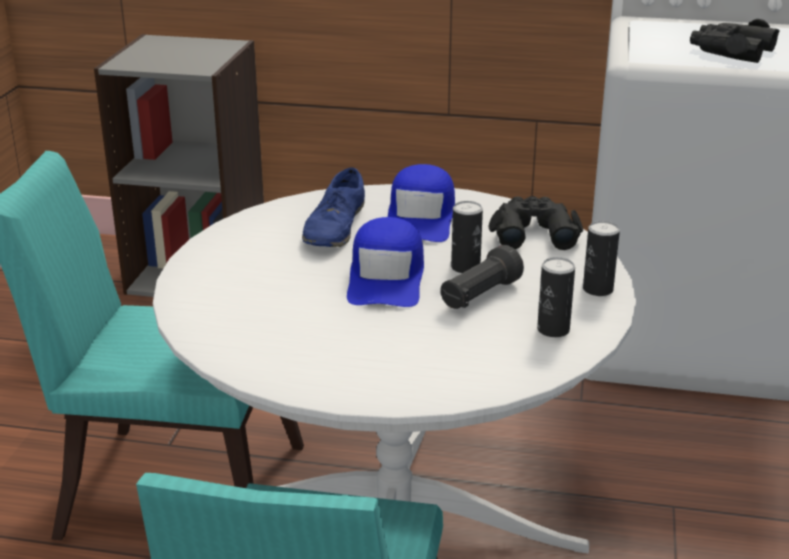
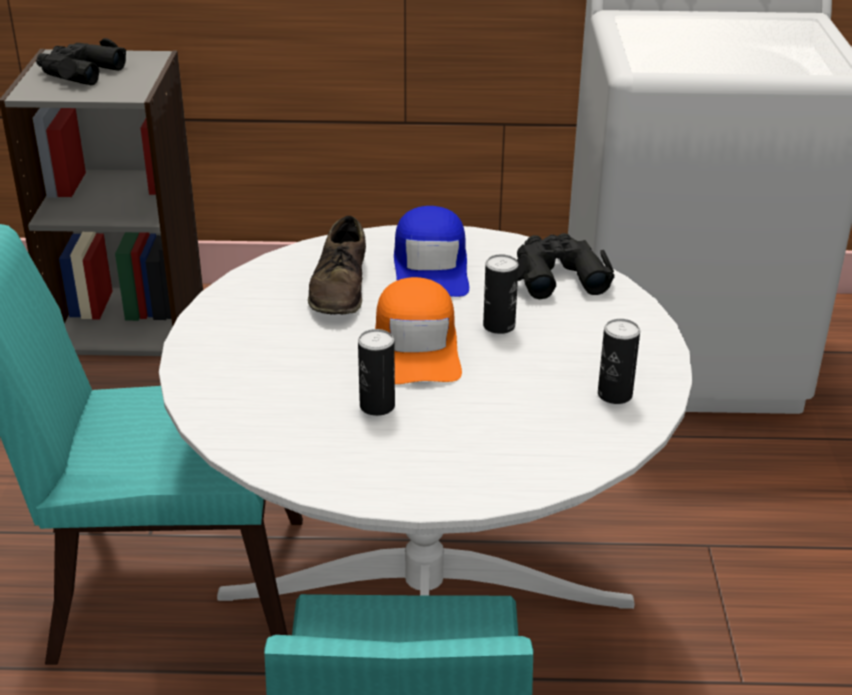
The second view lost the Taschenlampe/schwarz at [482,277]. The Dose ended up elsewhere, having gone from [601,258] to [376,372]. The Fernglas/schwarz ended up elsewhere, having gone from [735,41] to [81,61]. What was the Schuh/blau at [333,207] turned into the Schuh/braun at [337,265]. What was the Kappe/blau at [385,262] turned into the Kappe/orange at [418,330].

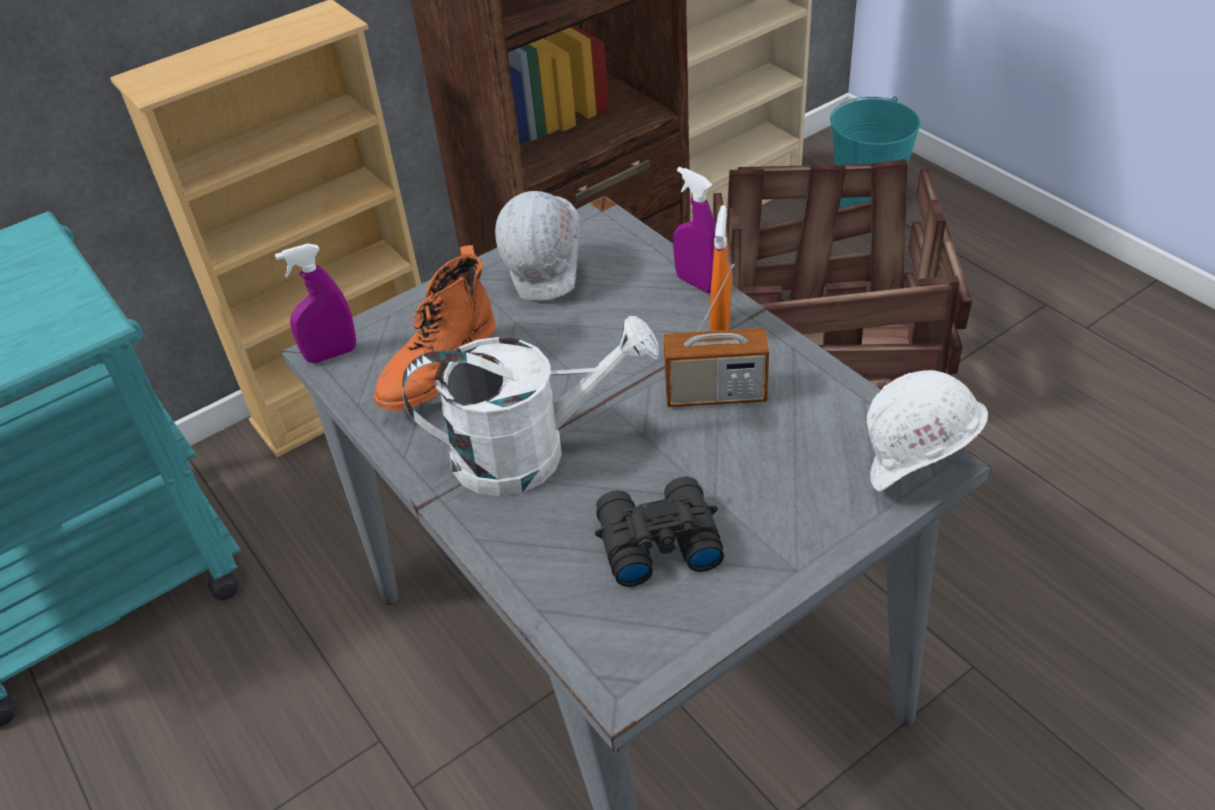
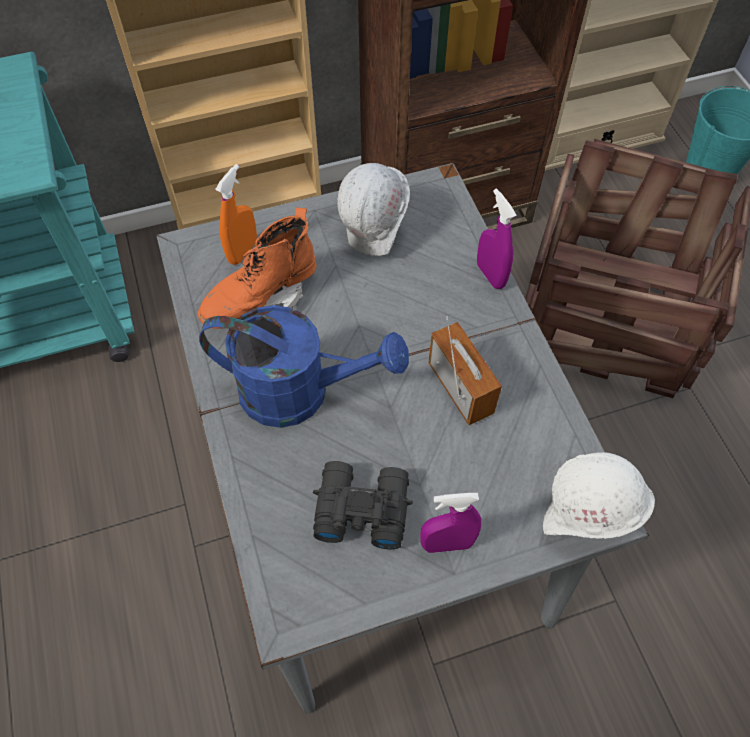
The Sprühflasche/lila ended up elsewhere, having gone from [315,303] to [450,523]. The Sprühflasche/orange ended up elsewhere, having gone from [720,268] to [236,214]. What was the Gießkanne/weiß at [531,406] turned into the Gießkanne/blau at [304,366]. The Radio at [716,335] ended up facing another way, 135 degrees counterclockwise from before.

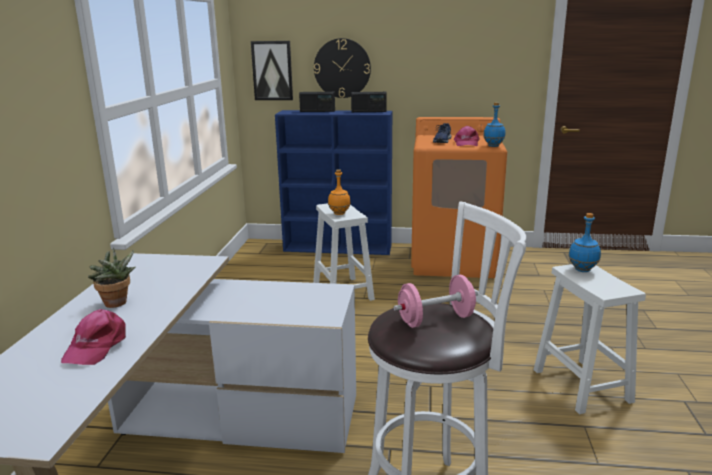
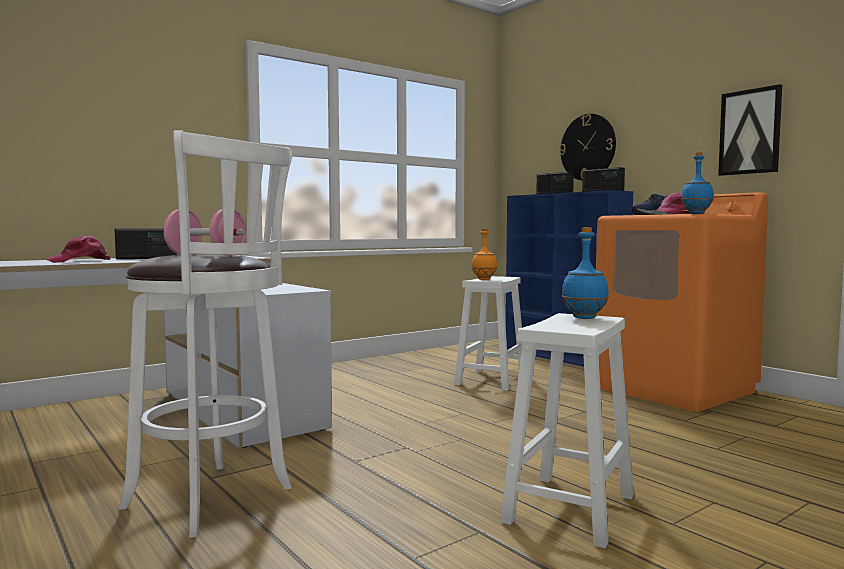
The Bild ended up elsewhere, having gone from [272,70] to [750,130]. Where the Topfpflanze stood at [112,277], the Radio came to stand at [146,244].

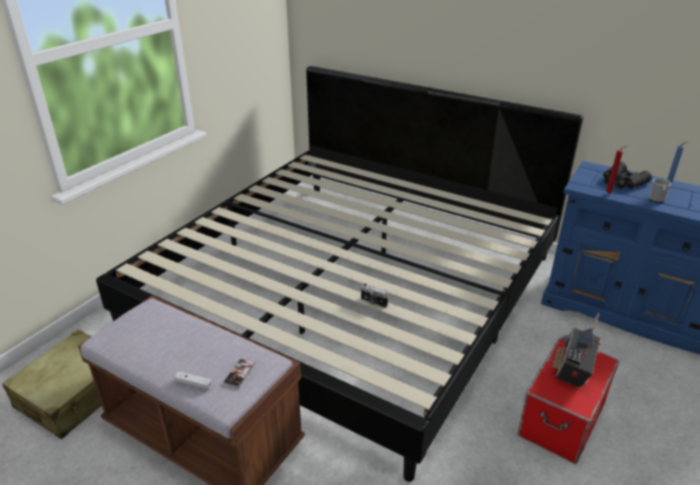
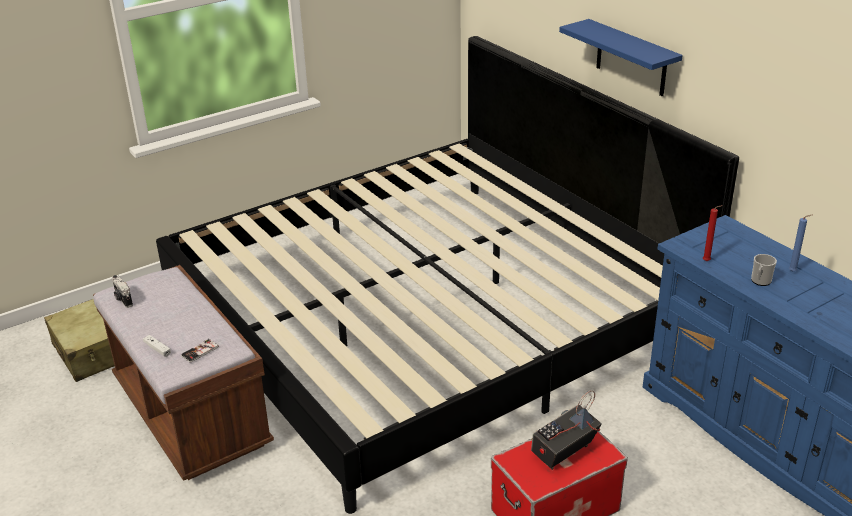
The second view lost the Fernglas/schwarz at [627,175]. The second view gained the Wandregal/blau at [621,57]. The Kamera ended up elsewhere, having gone from [375,295] to [122,291].

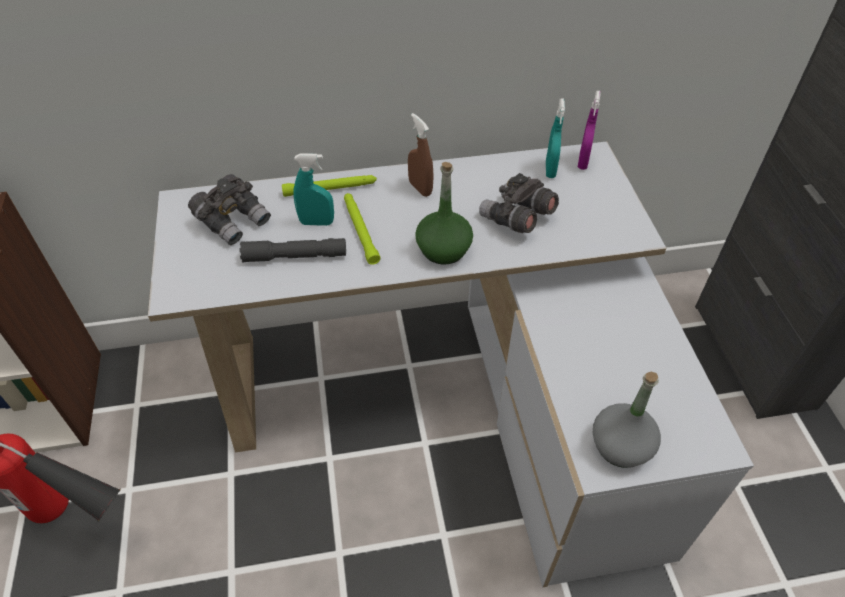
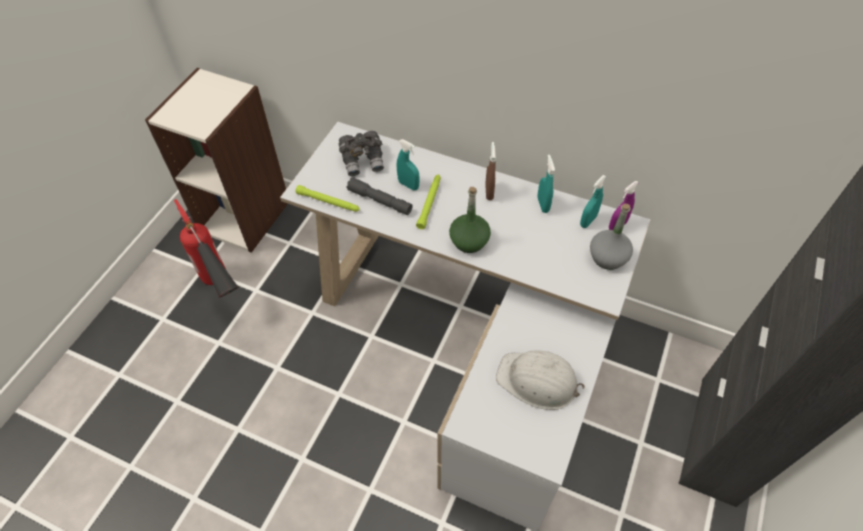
The second view lost the Fernglas/grau at [519,203]. The second view gained the Schutzhelm/weiß at [540,380]. The second view gained the Sprühflasche/türkis at [546,183]. The Taschenlampe/grün ended up elsewhere, having gone from [329,186] to [327,198]. The Flasche/grau ended up elsewhere, having gone from [627,420] to [611,237].

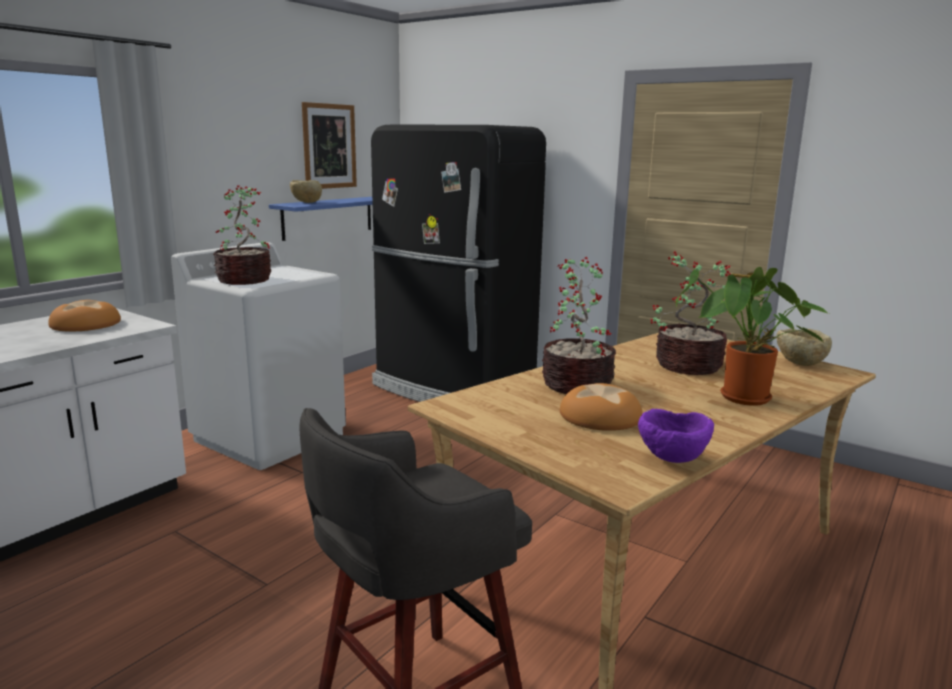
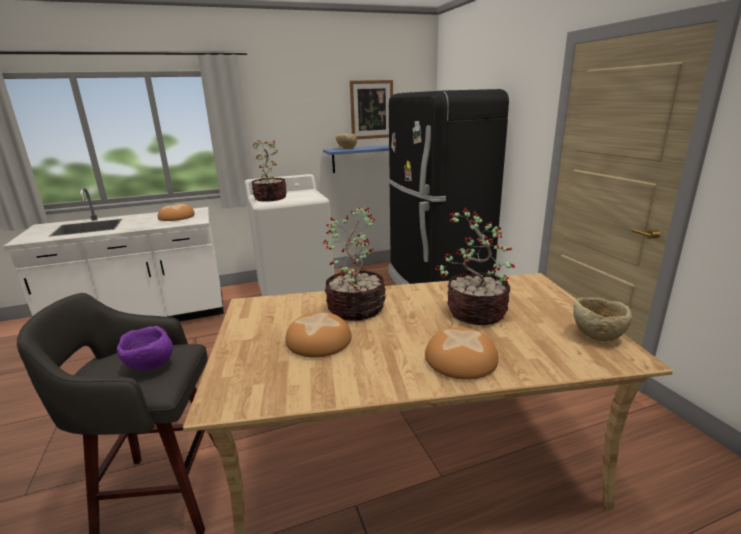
The Schüssel/lila ended up elsewhere, having gone from [676,436] to [145,348]. Where the Topfpflanze stood at [752,336], the Brot came to stand at [461,353].

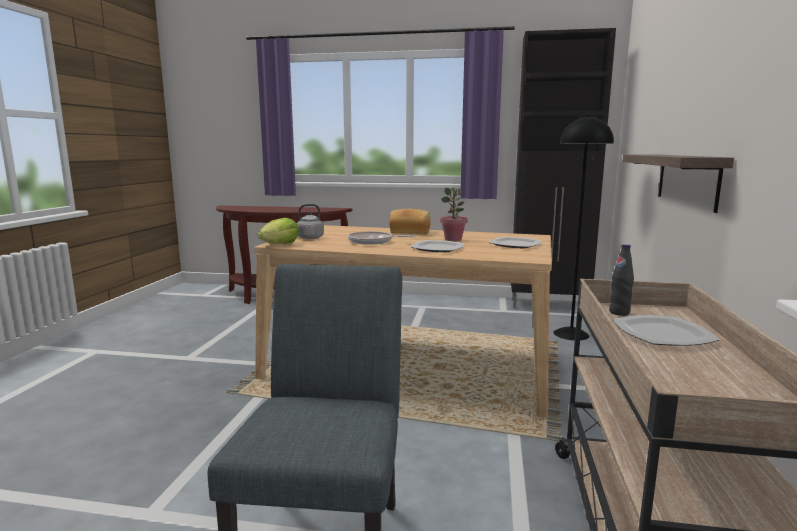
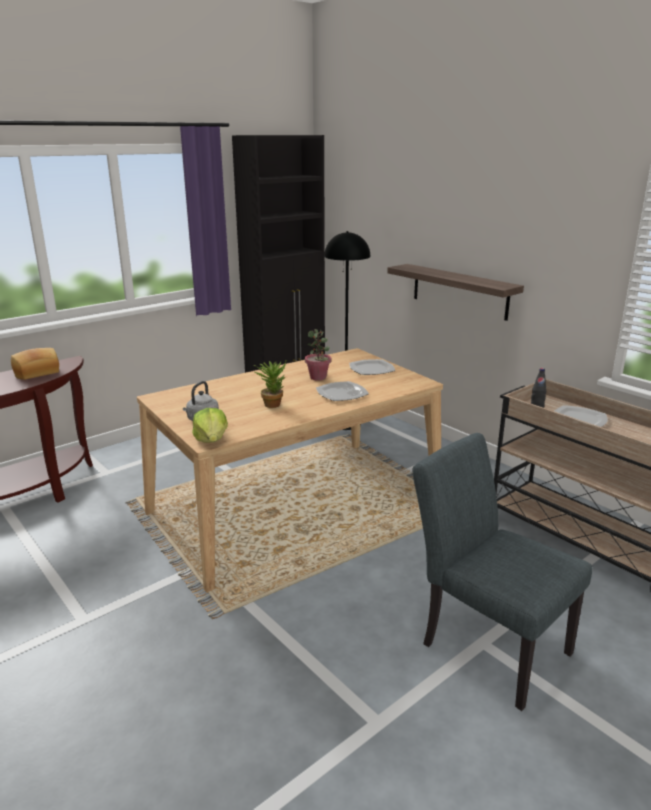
The Brot ended up elsewhere, having gone from [410,221] to [35,364]. Where the Pfanne stood at [382,238], the Topfpflanze came to stand at [270,384].

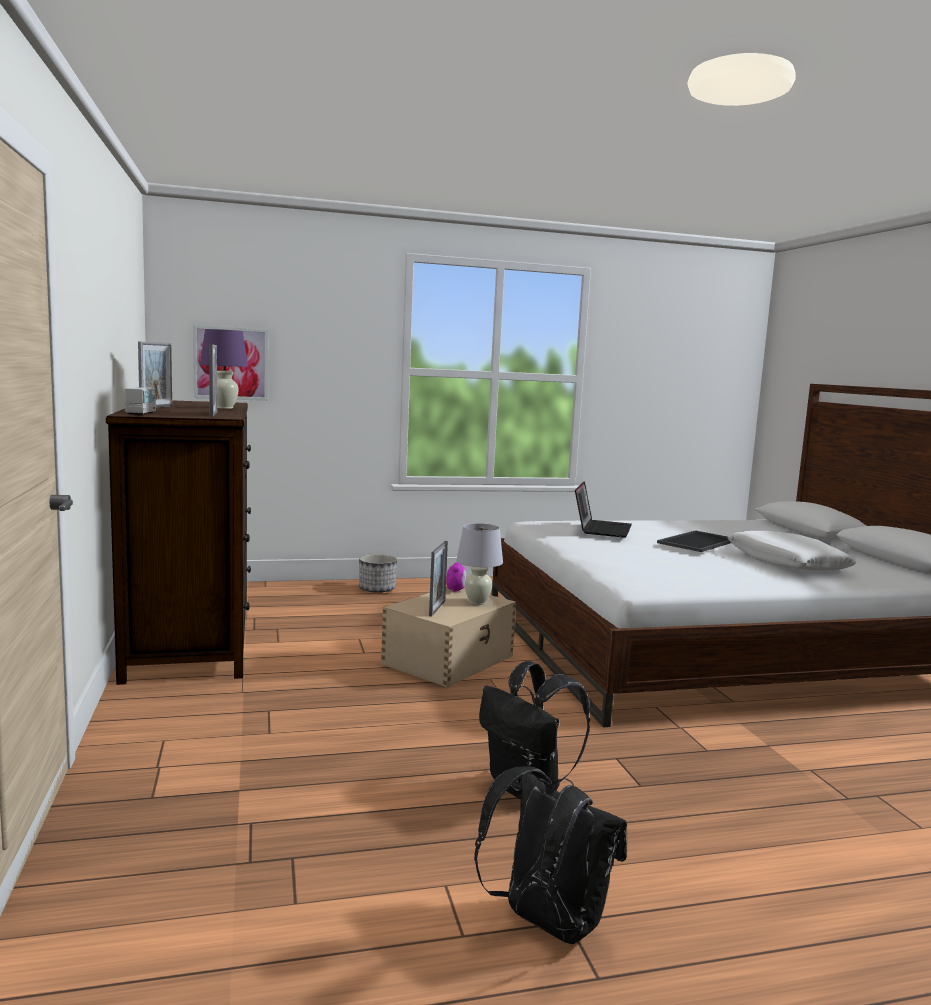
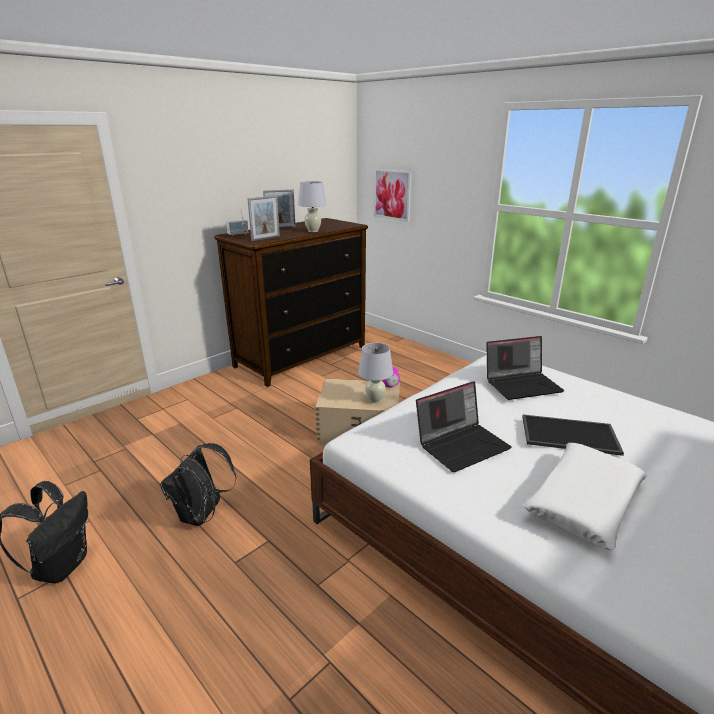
The second view lost the Pflanzkübel at [378,573]. The second view lost the Bilderrahmen at [438,578]. The second view gained the Laptop at [464,426]. What was the Tischlampe/lila at [224,369] turned into the Tischlampe/weiß at [312,206].

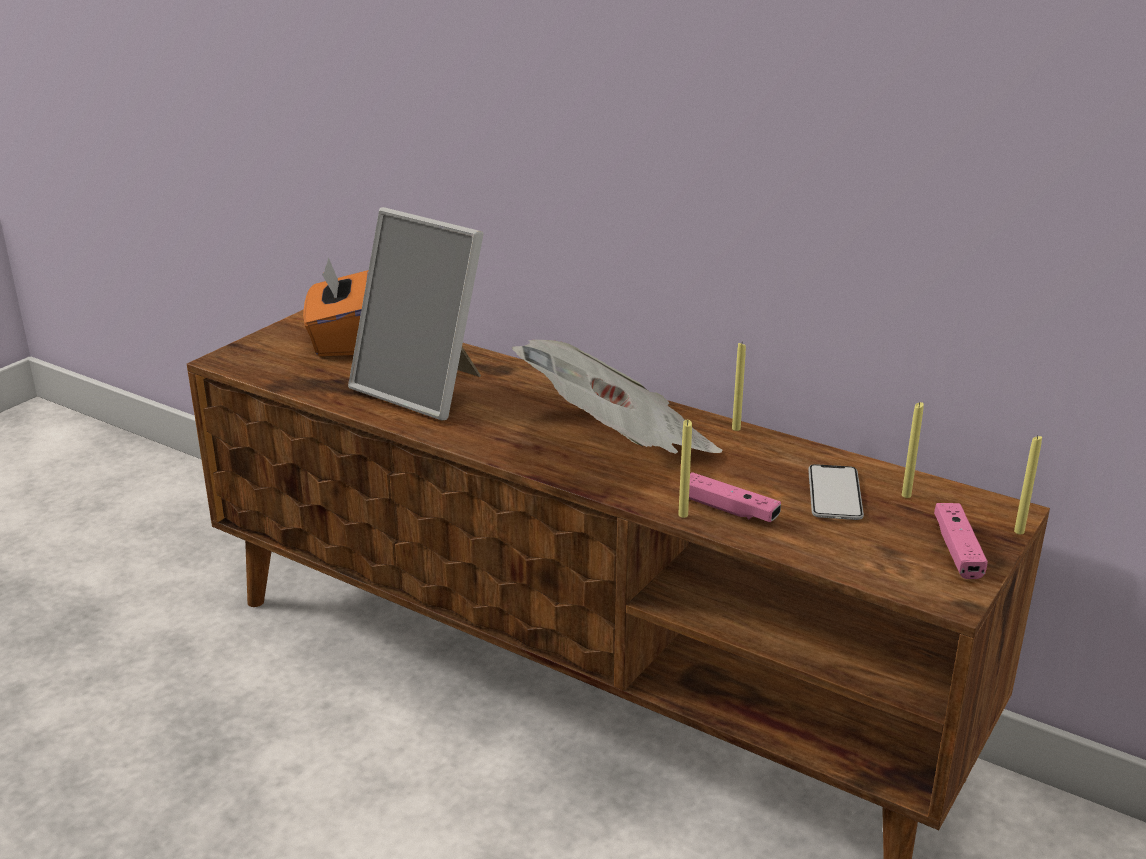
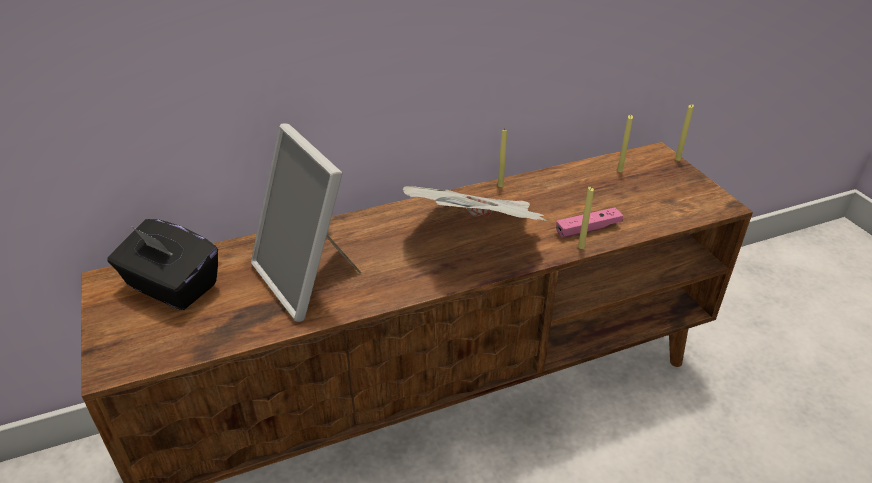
The second view lost the Handy at [836,492]. The second view lost the Gamepad/rosa at [961,541]. What was the Taschentuchbox/orange at [335,307] turned into the Taschentuchbox/schwarz at [163,264]. The Bilderrahmen at [416,314] ended up facing another way, 75 degrees clockwise from before.

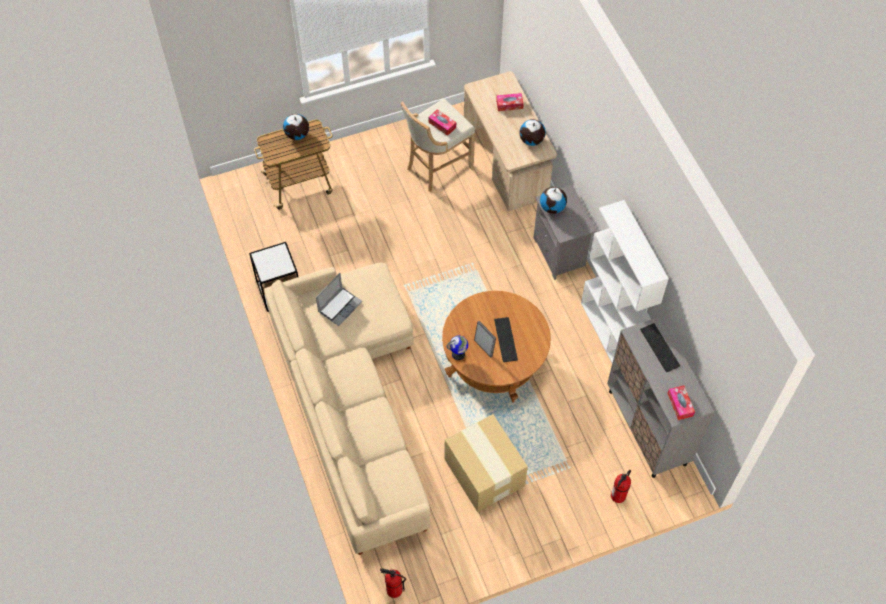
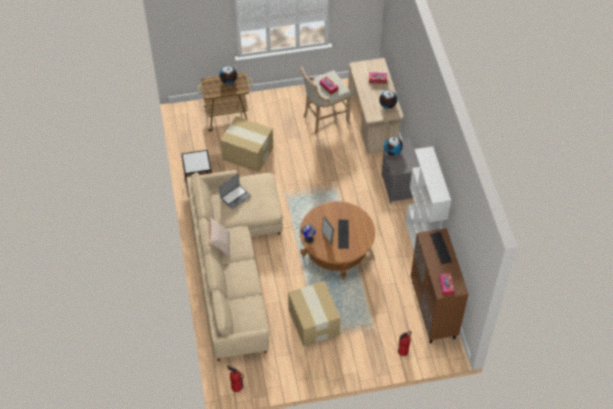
The second view gained the Kissen/beige at [219,237]. The second view gained the Karton at [246,144]. What was the Schrank/grau at [660,397] turned into the Schrank/braun at [440,285].

